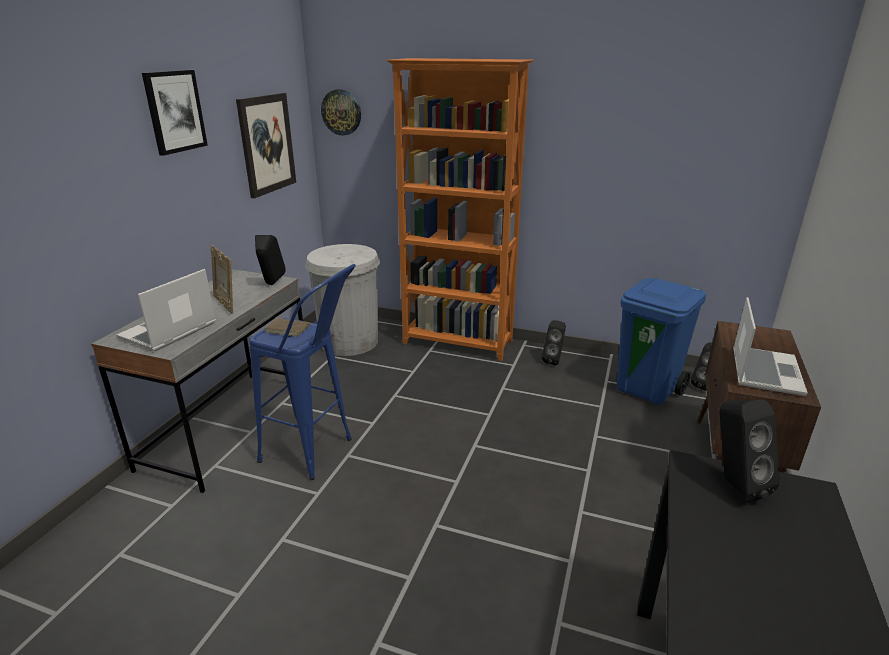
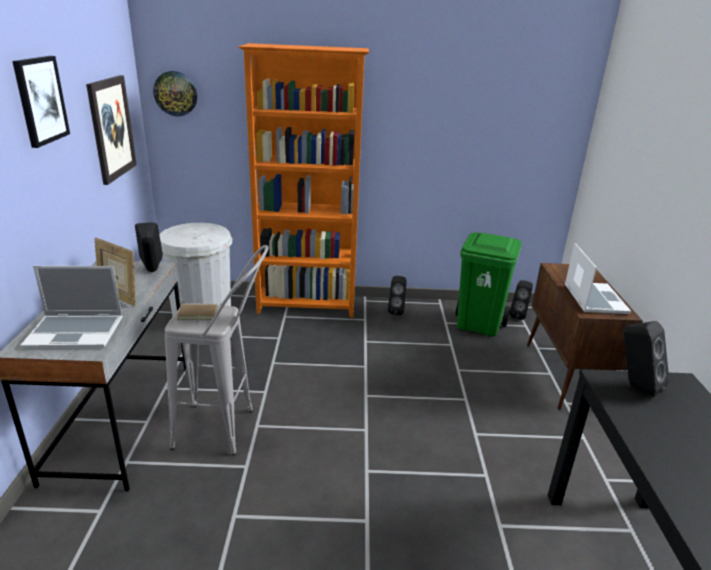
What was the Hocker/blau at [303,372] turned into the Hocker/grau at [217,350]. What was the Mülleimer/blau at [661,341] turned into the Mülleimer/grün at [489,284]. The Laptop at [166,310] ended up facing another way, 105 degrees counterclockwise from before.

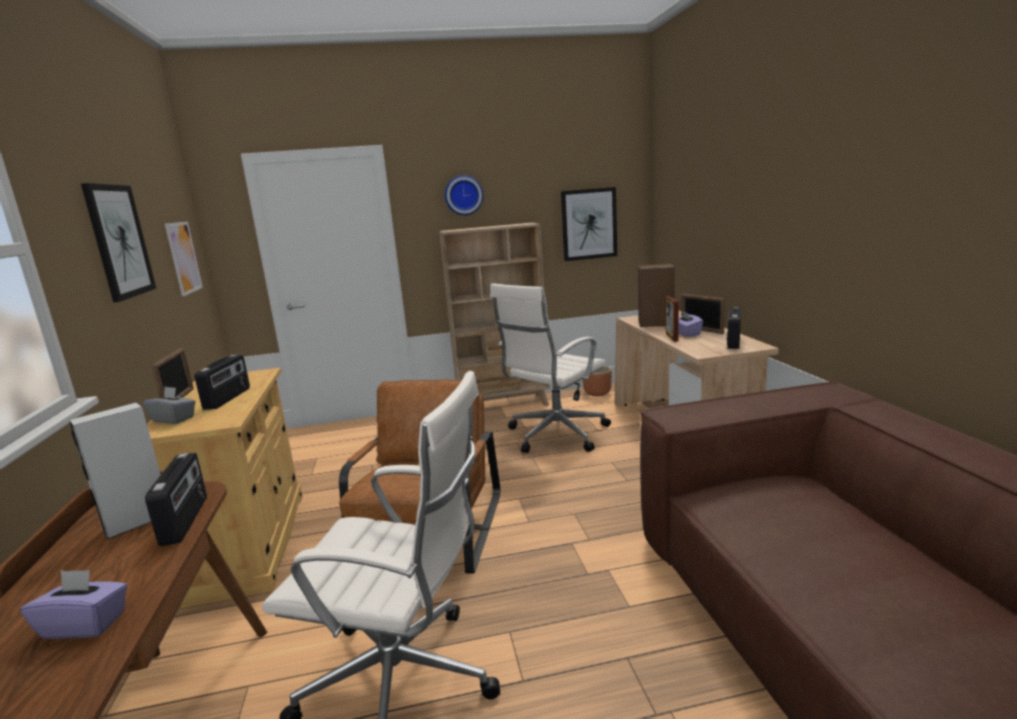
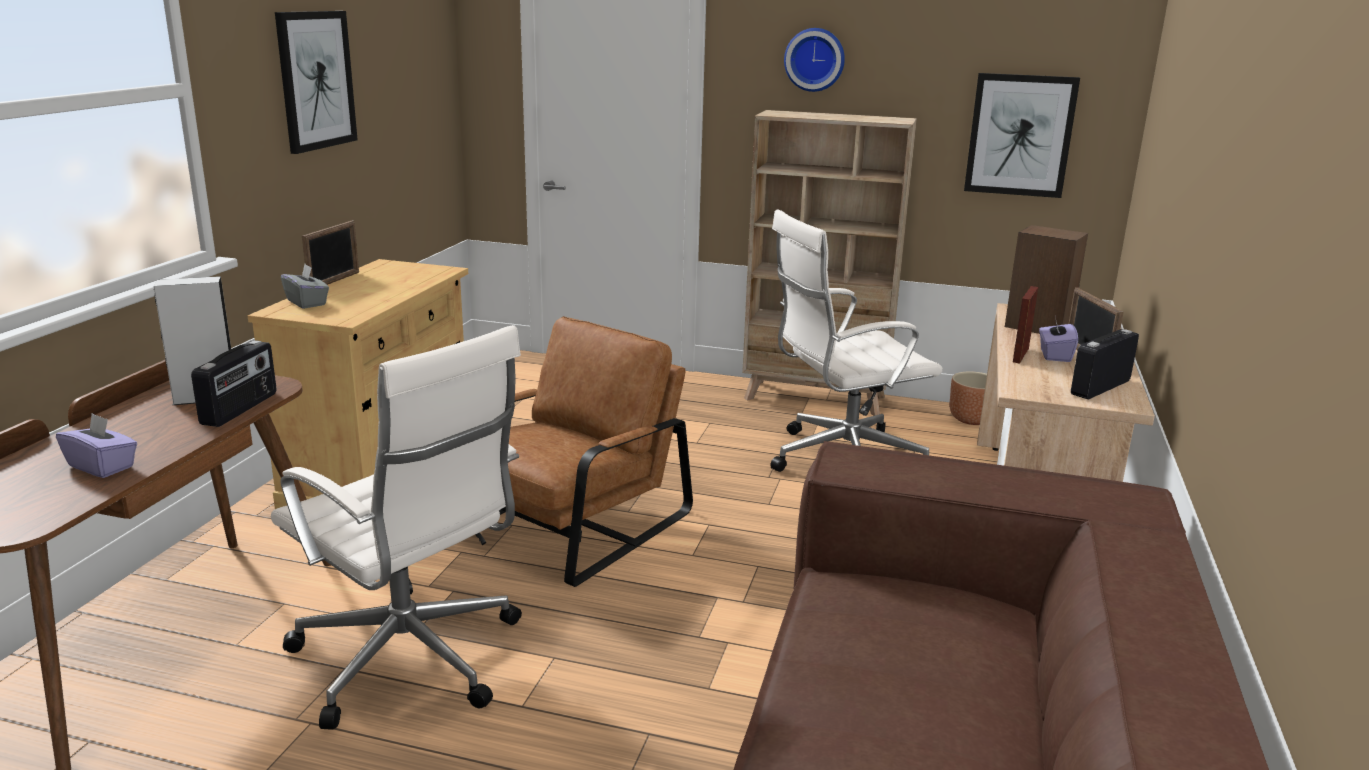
The second view lost the Bild at [184,259]. The second view lost the Radio at [222,382].

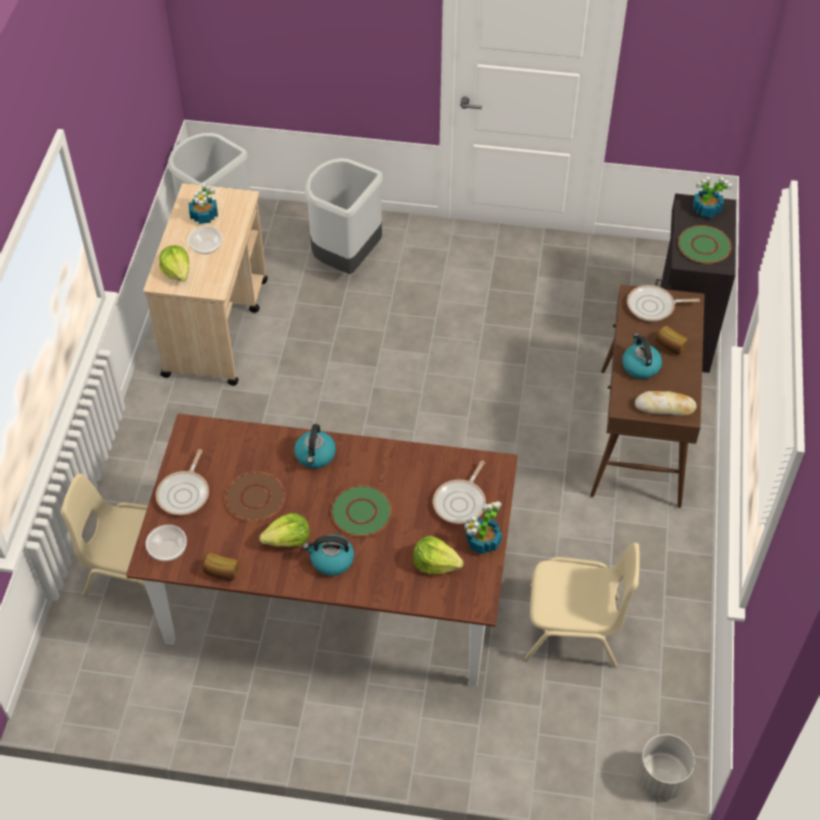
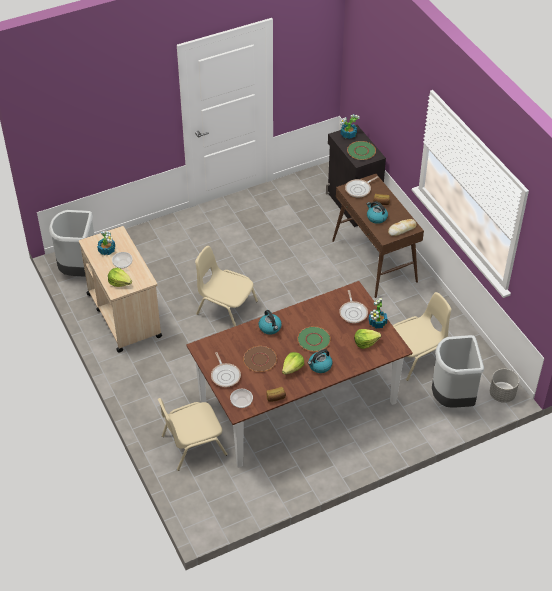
The second view gained the Stuhl/beige at [226,286]. The Mülleimer/grau ended up elsewhere, having gone from [343,216] to [458,371].

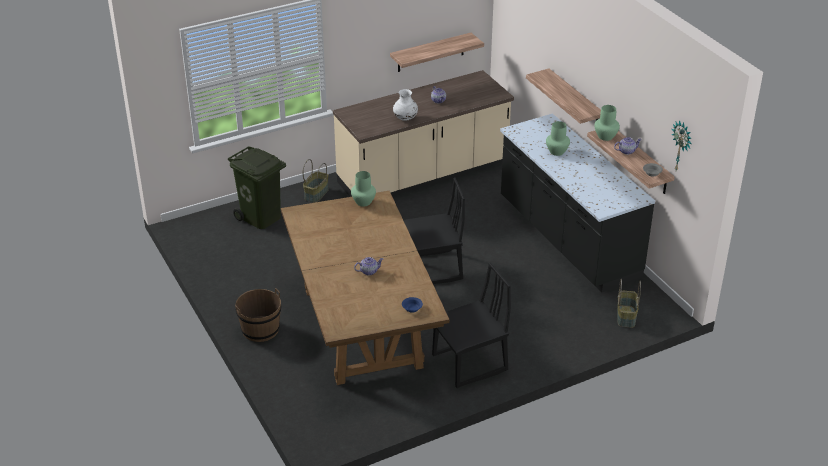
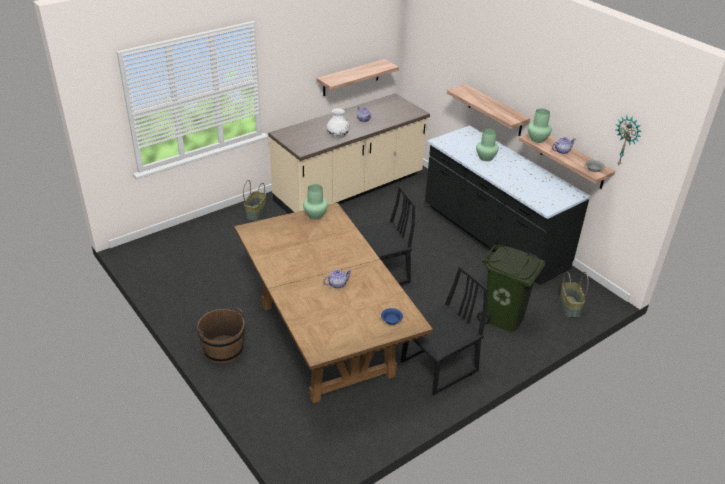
The Mülleimer/grün ended up elsewhere, having gone from [257,187] to [511,288].

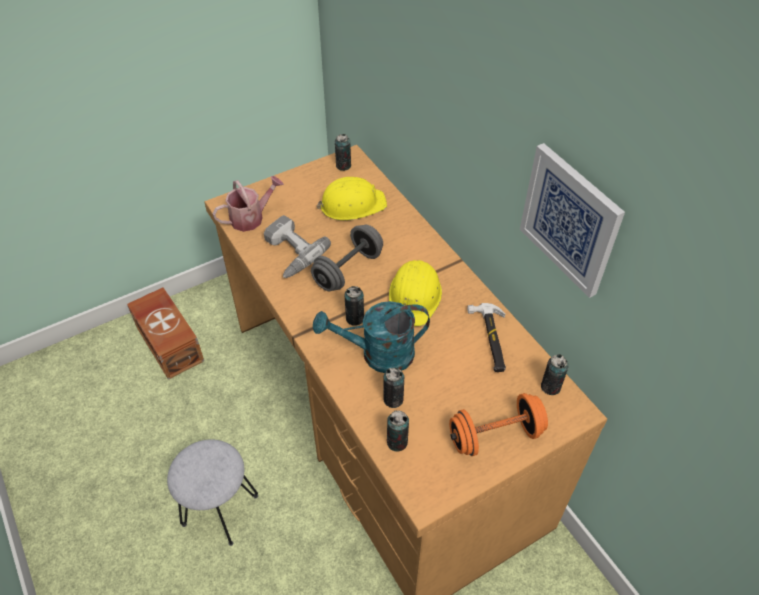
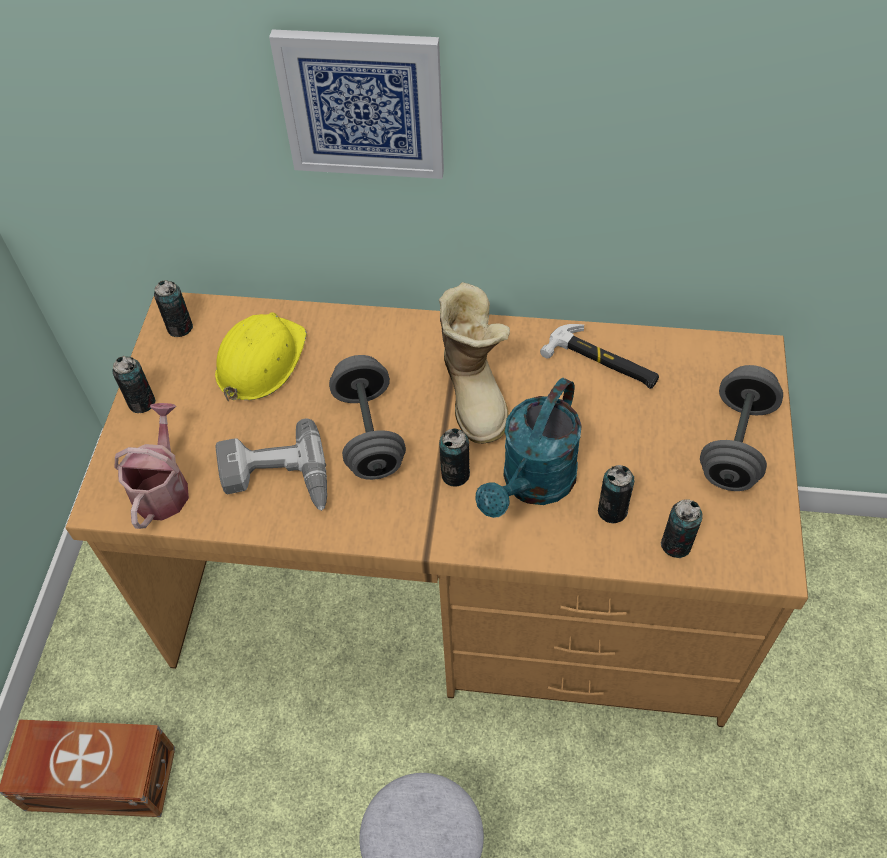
The Bild ended up elsewhere, having gone from [572,220] to [356,104]. The Dose ended up elsewhere, having gone from [555,374] to [134,384]. Where the Schutzhelm/gelb stood at [415,293], the Stiefel came to stand at [474,363]. What was the Hantel/orange at [498,424] turned into the Hantel/grau at [741,428].

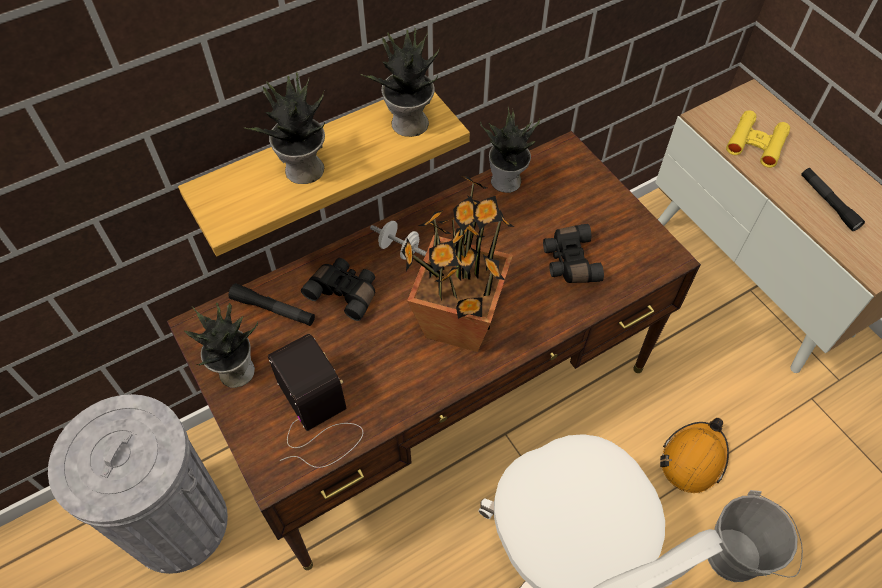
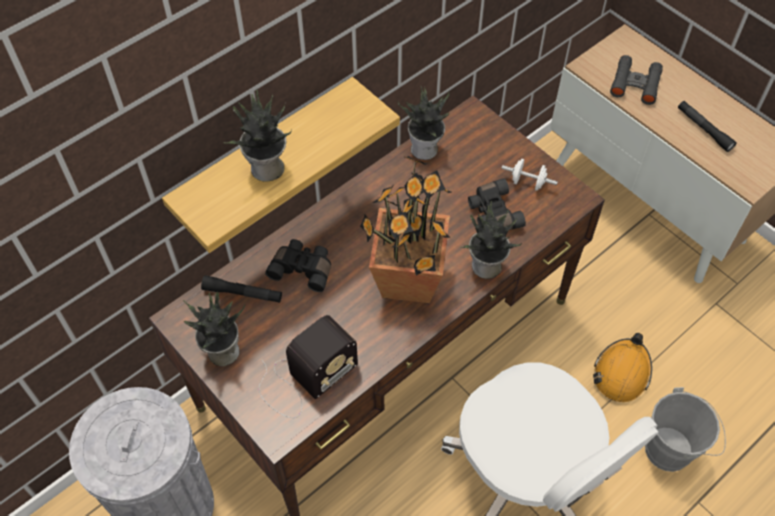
The Topfpflanze ended up elsewhere, having gone from [400,82] to [491,240]. The Hantel/weiß ended up elsewhere, having gone from [398,240] to [530,175]. What was the Fernglas/gelb at [758,139] turned into the Fernglas/schwarz at [636,80]. The Radio at [315,401] ended up facing another way, 90 degrees clockwise from before.

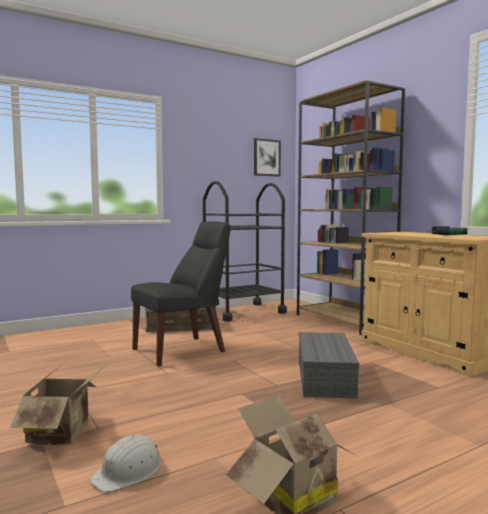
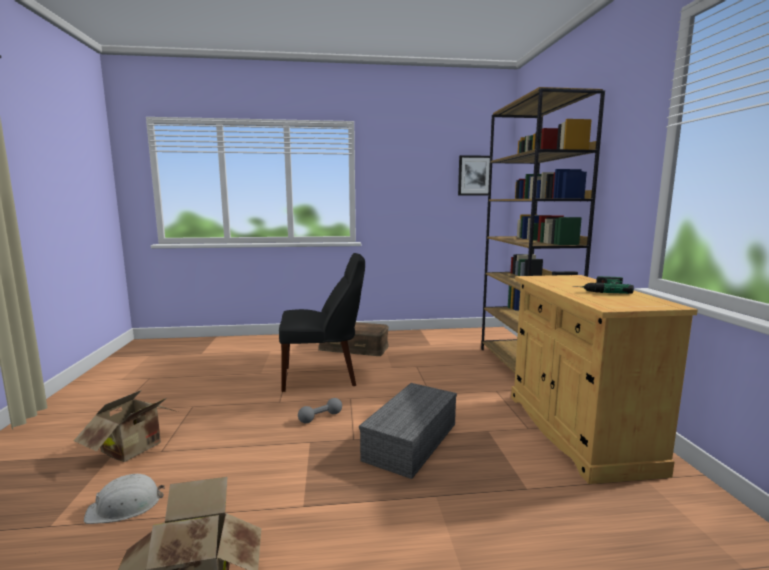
The second view lost the Rollwagen/schwarz at [245,251]. The second view gained the Hantel/grau at [320,410].

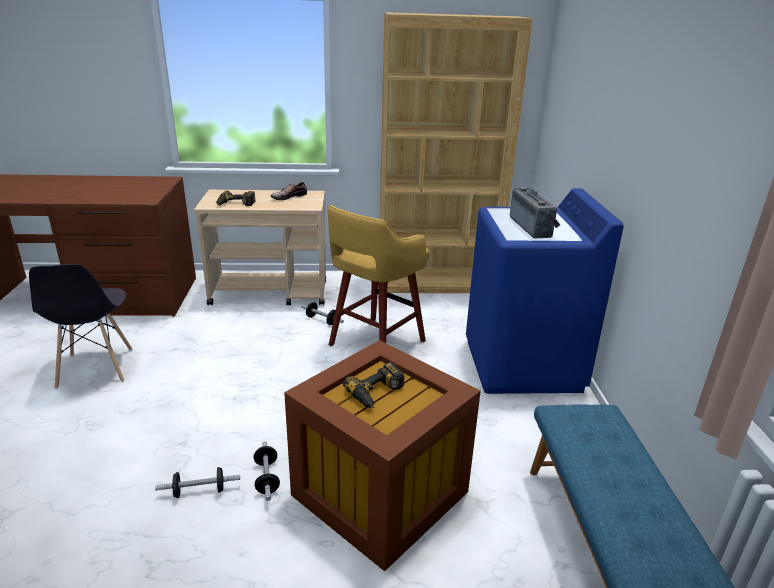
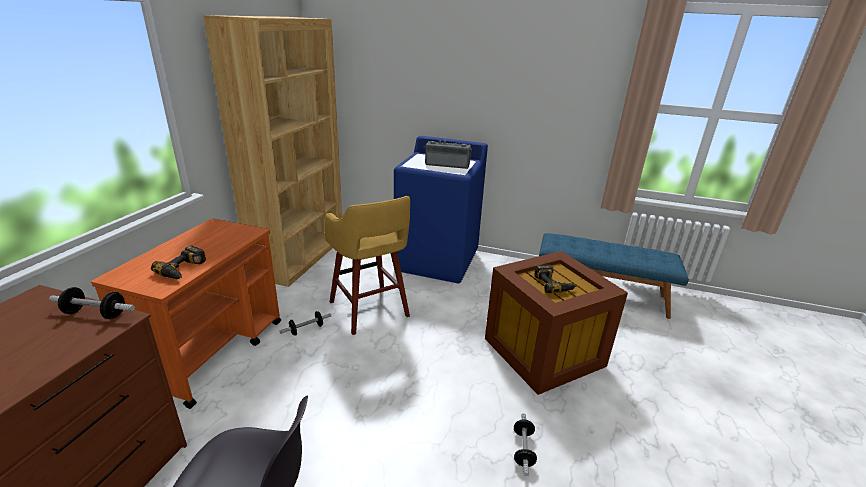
The second view lost the Schuh at [289,191]. The Hantel ended up elsewhere, having gone from [267,471] to [92,303]. What was the Rollwagen/beige at [260,247] turned into the Rollwagen/orange at [186,313].

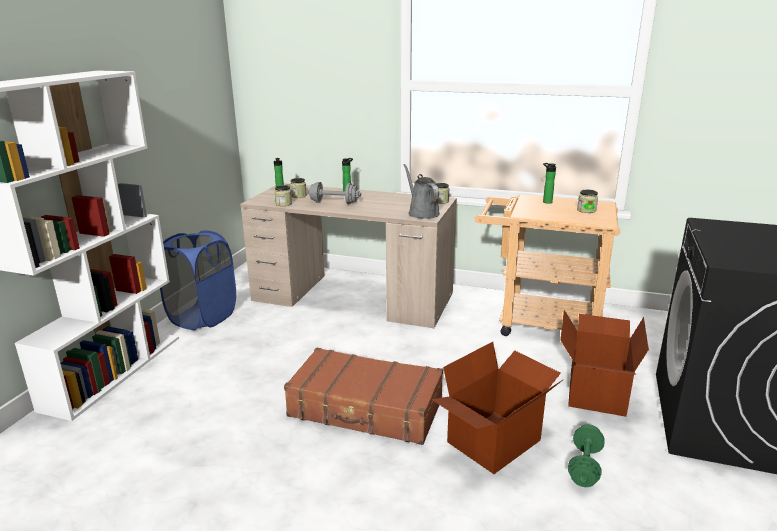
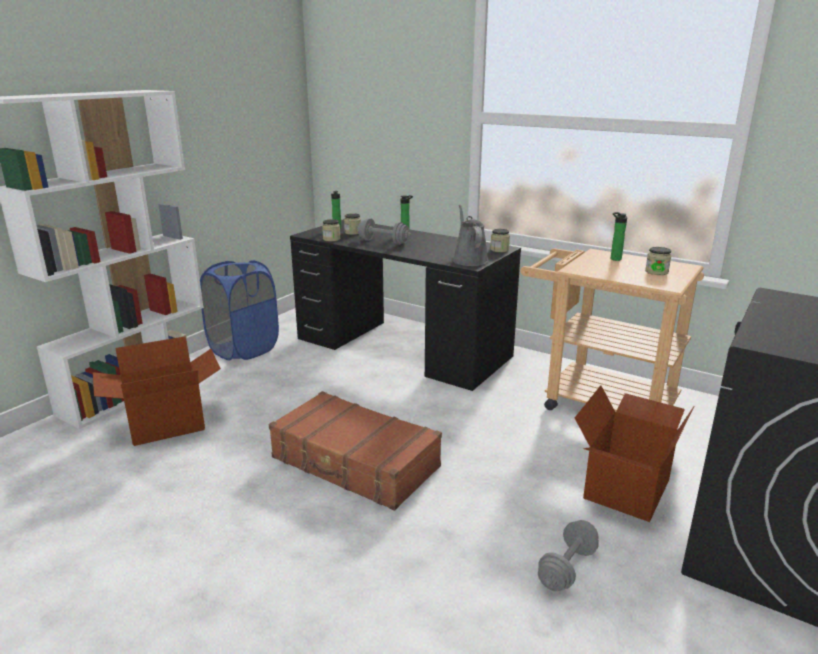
The Karton ended up elsewhere, having gone from [497,408] to [157,391]. What was the Schreibtisch/beige at [348,256] turned into the Schreibtisch/schwarz at [405,305]. What was the Hantel/grün at [586,455] turned into the Hantel/grau at [568,556].

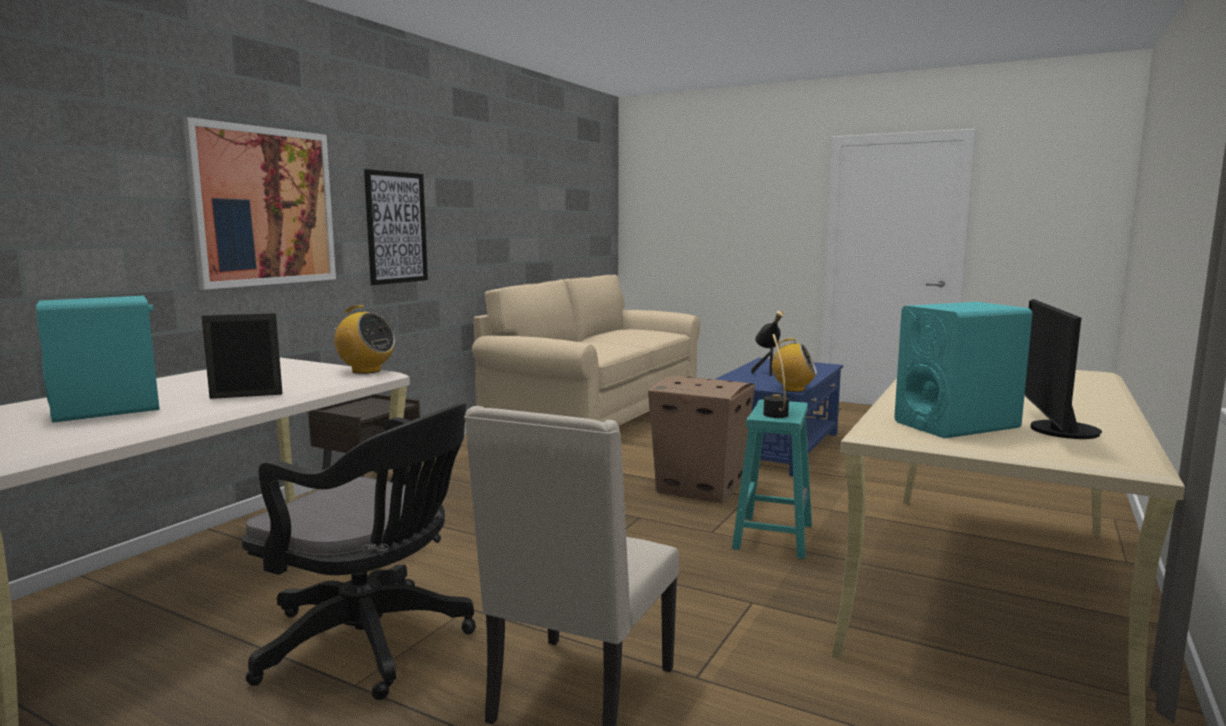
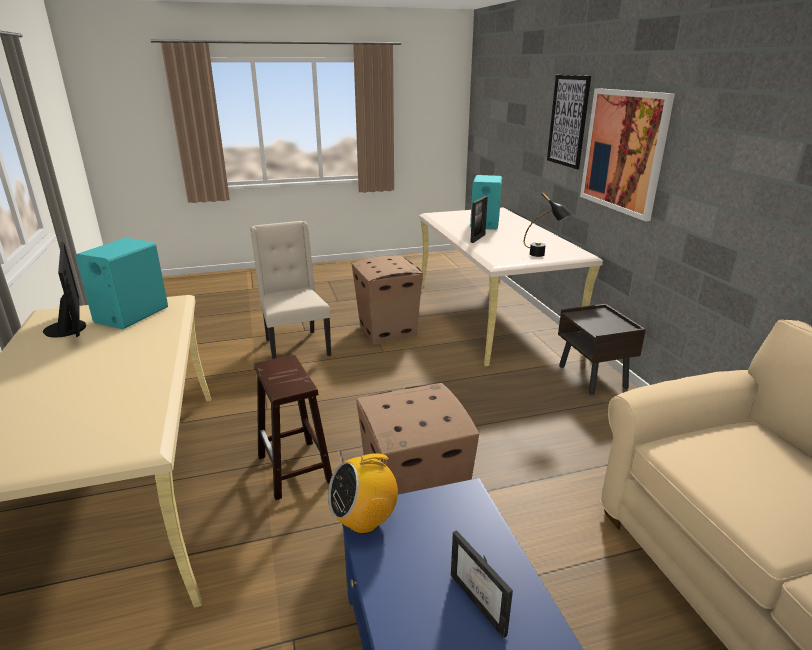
The second view lost the Radio at [362,339]. The Bild ended up elsewhere, having gone from [396,227] to [569,122]. The Tischlampe/schwarz ended up elsewhere, having gone from [772,364] to [548,224]. Where the Bürostuhl/schwarz stood at [358,551], the Karton came to stand at [387,300]. What was the Hocker/türkis at [772,479] turned into the Hocker/braun at [293,427].

